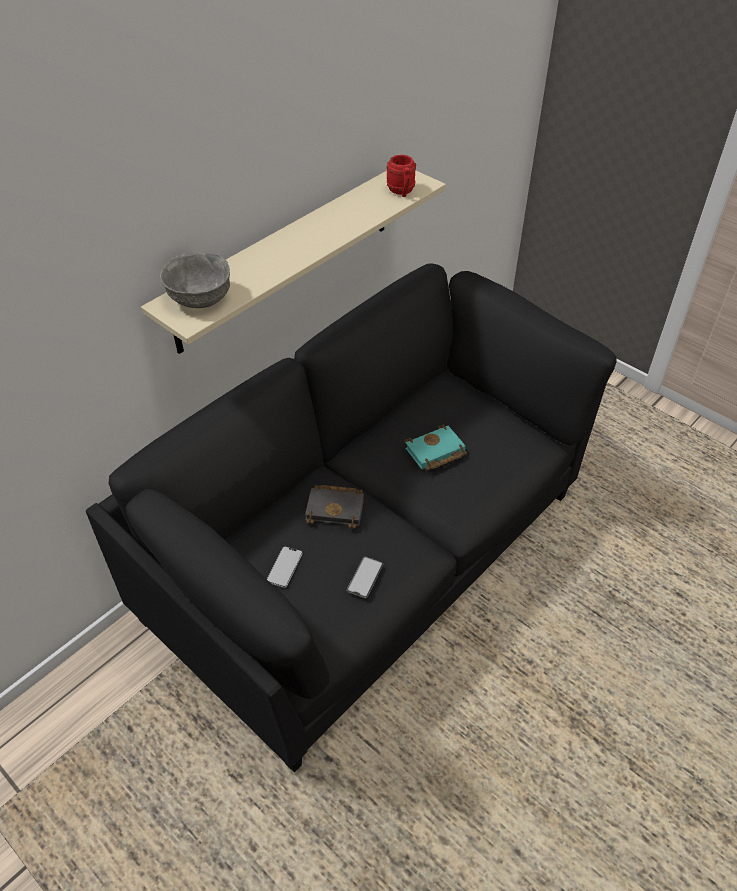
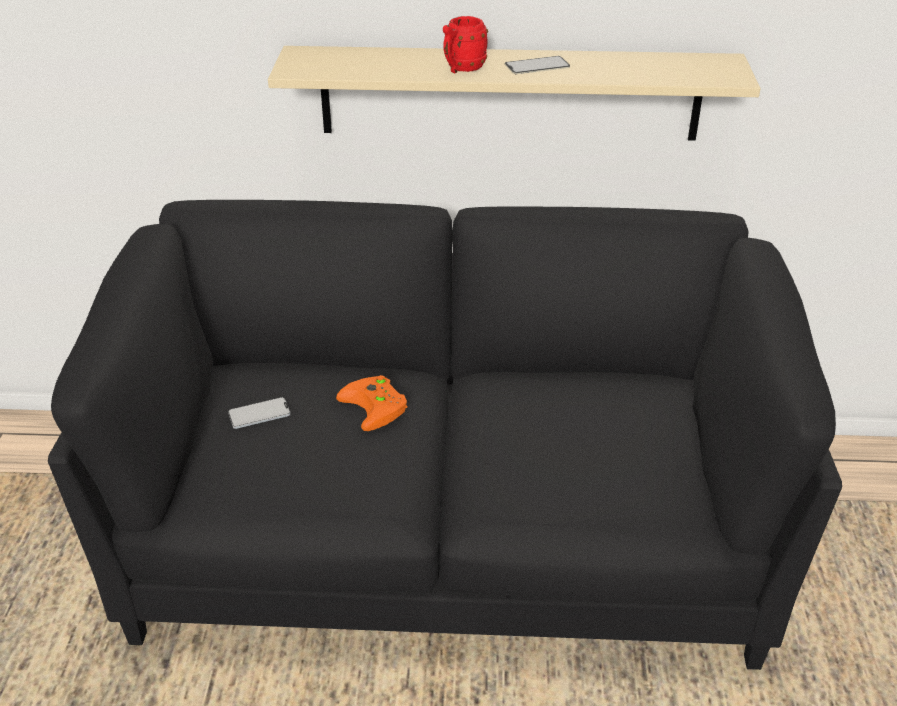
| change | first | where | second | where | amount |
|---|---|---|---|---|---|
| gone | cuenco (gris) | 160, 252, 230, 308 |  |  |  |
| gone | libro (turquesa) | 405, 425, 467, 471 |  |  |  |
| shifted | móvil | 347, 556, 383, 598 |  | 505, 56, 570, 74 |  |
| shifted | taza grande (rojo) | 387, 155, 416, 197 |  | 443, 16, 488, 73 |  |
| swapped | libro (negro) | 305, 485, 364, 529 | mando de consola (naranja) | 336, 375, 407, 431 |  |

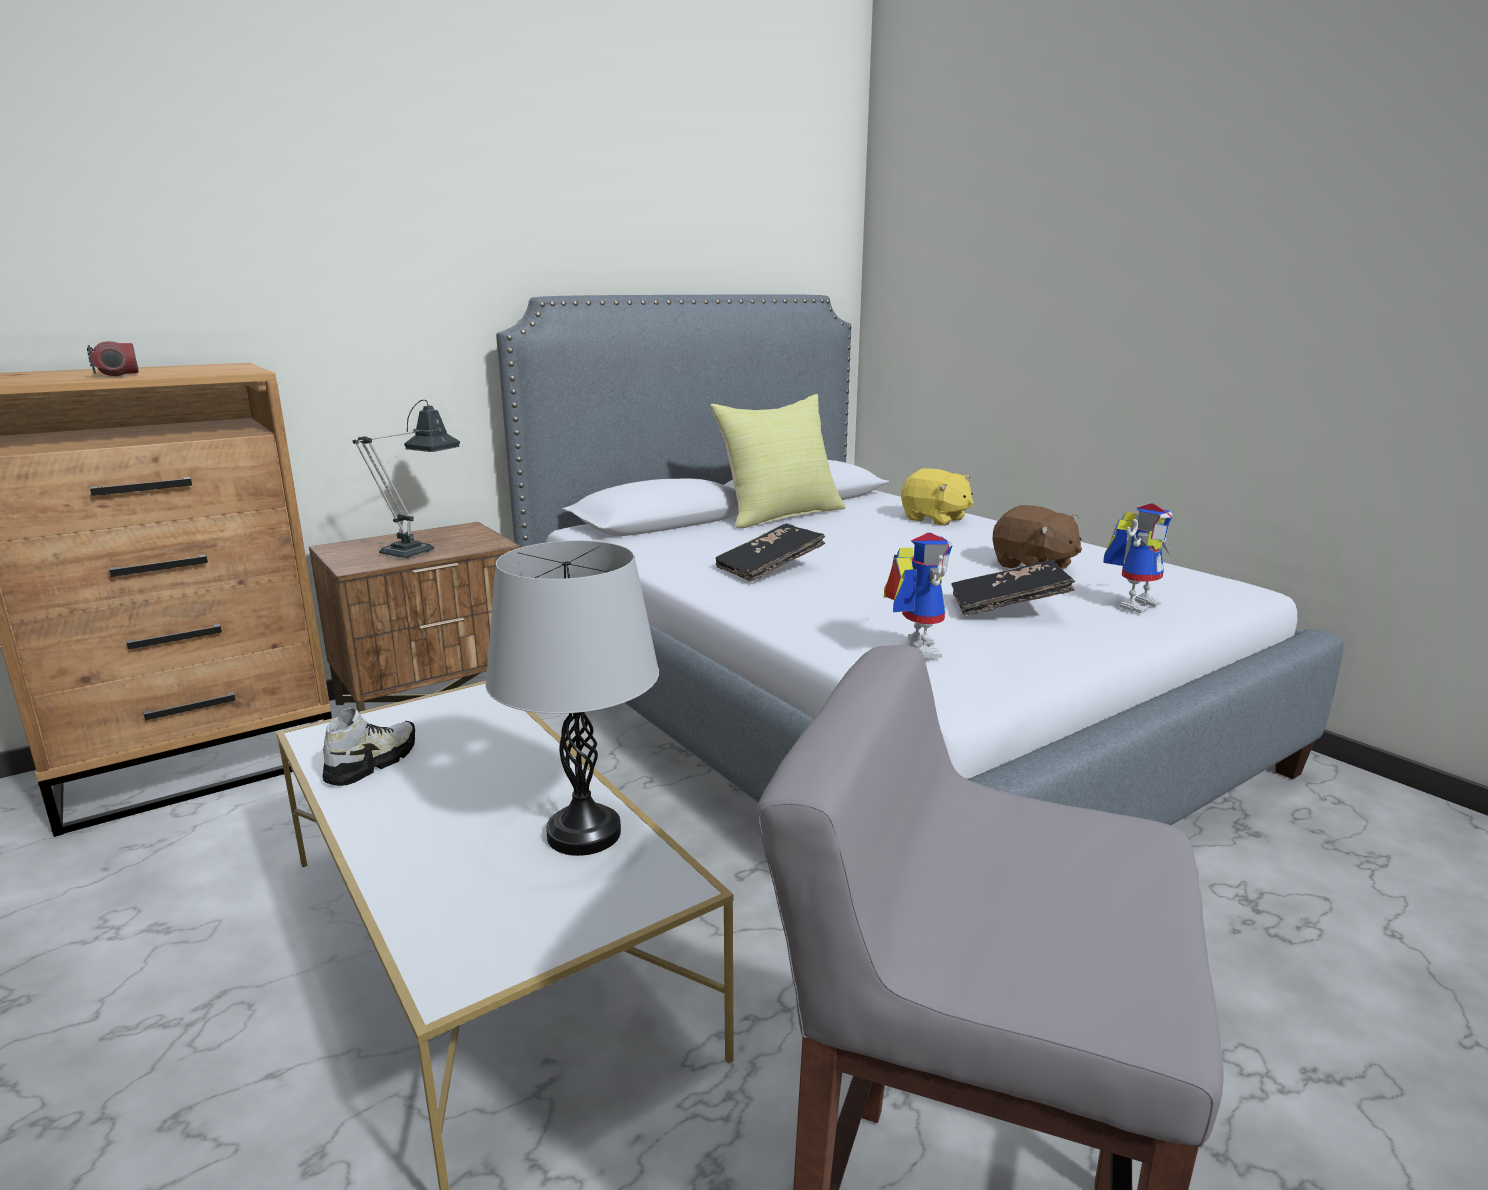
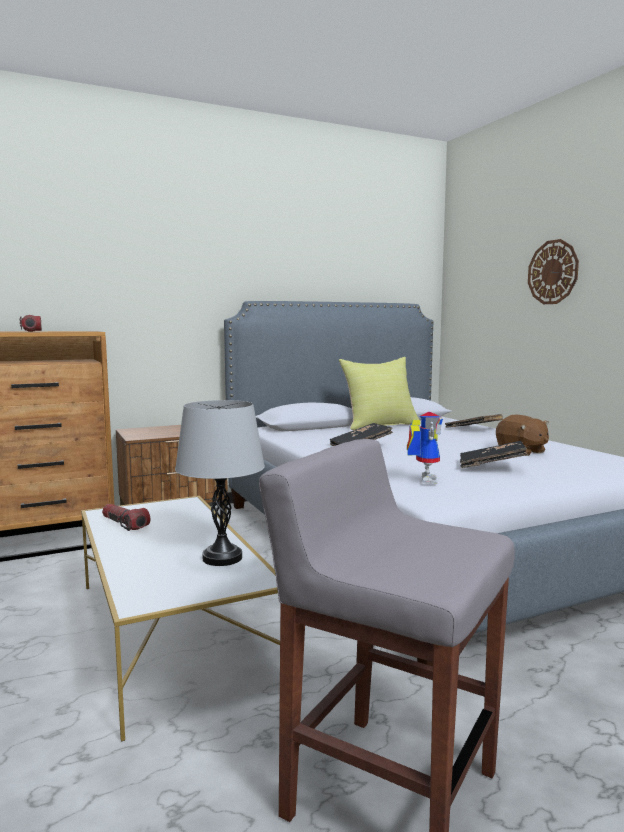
| change | first | where | second | where | amount |
|---|---|---|---|---|---|
| gone | lámpara de mesa | 353, 400, 460, 559 |  |  |  |
| gone | robot de juguete | 1103, 503, 1172, 613 |  |  |  |
| new |  |  | reloj de pared | 528, 239, 579, 304 |  |
| swapped | zapato | 323, 707, 415, 786 | linterna | 102, 504, 150, 531 |  |
| swapped | peluche (amarillo) | 901, 468, 974, 526 | libro (negro) | 445, 414, 503, 428 |  |

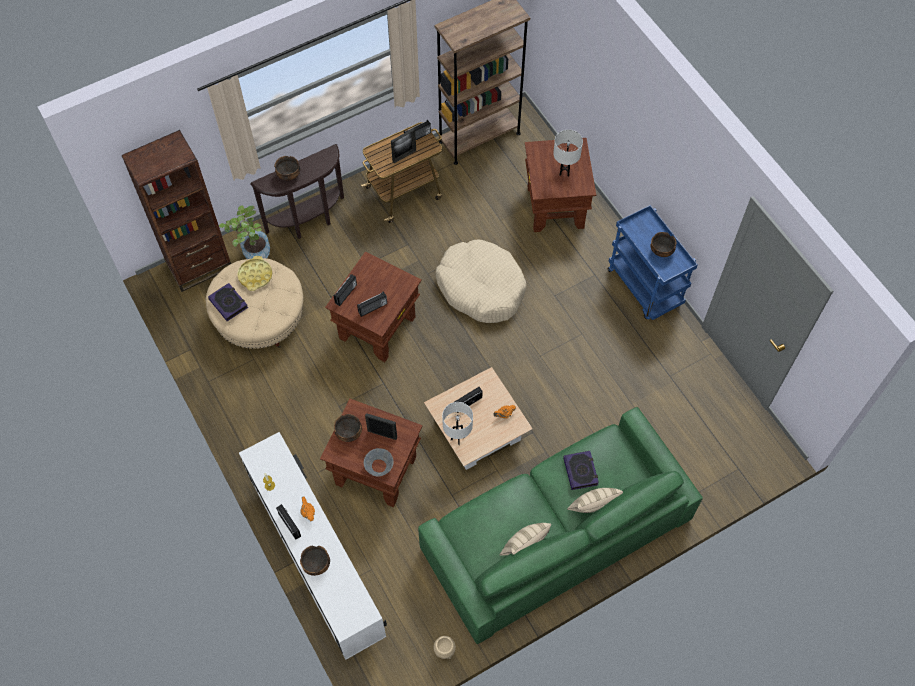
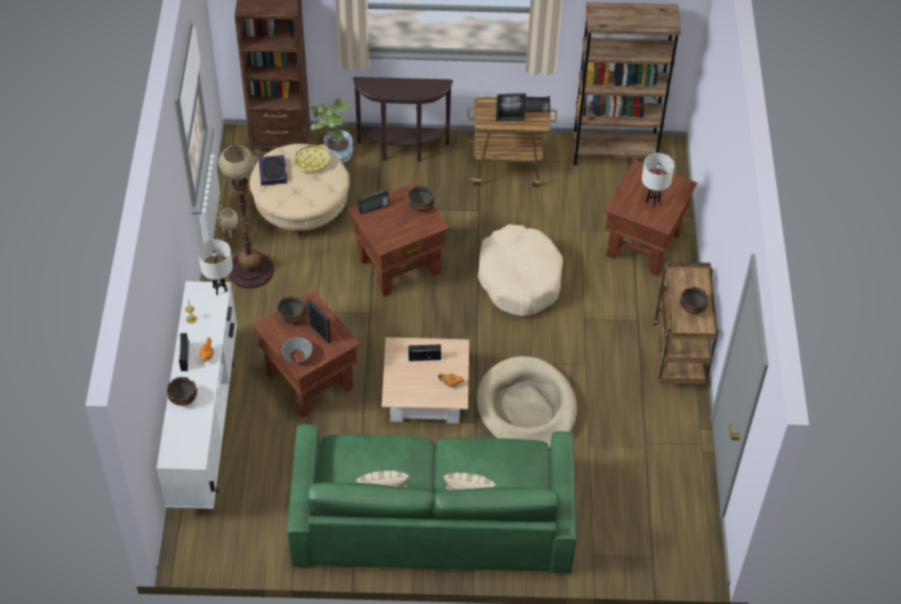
| change | first | where | second | where | amount |
|---|---|---|---|---|---|
| gone | radio | 357, 291, 387, 317 |  |  |  |
| gone | libro | 563, 451, 599, 490 |  |  |  |
| new |  |  | lámpara de pie | 218, 145, 274, 288 |  |
| new |  |  | cama para perro (beis) | 477, 356, 577, 450 |  |
| shifted | cuenco | 274, 156, 300, 181 |  | 408, 185, 434, 211 |  |
| shifted | maceta (beis) | 433, 636, 456, 659 |  | 218, 208, 238, 238 |  |
| shifted | lámpara de mesa (blanco) | 442, 402, 473, 445 |  | 198, 239, 233, 295 |  |
| repainted | carrito (azul) | 608, 205, 698, 320 | carrito (marrón) | 654, 262, 719, 384 |  |

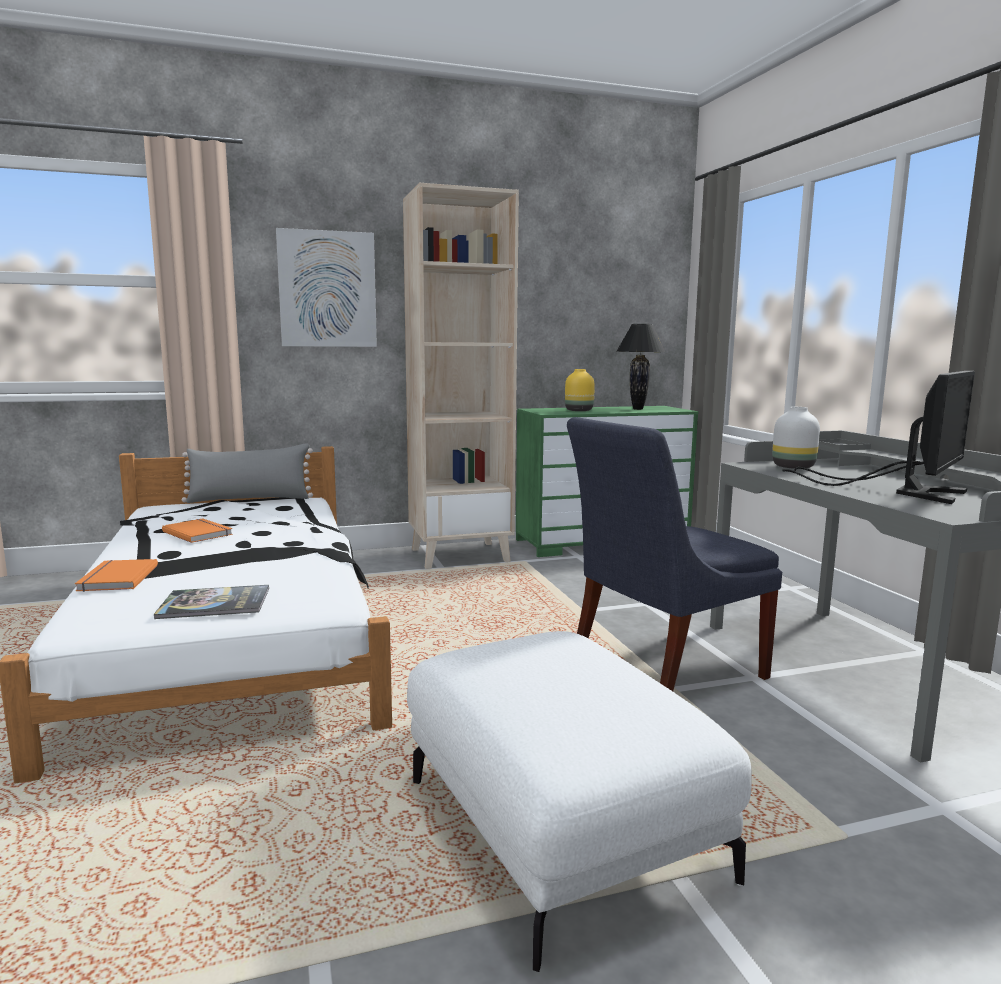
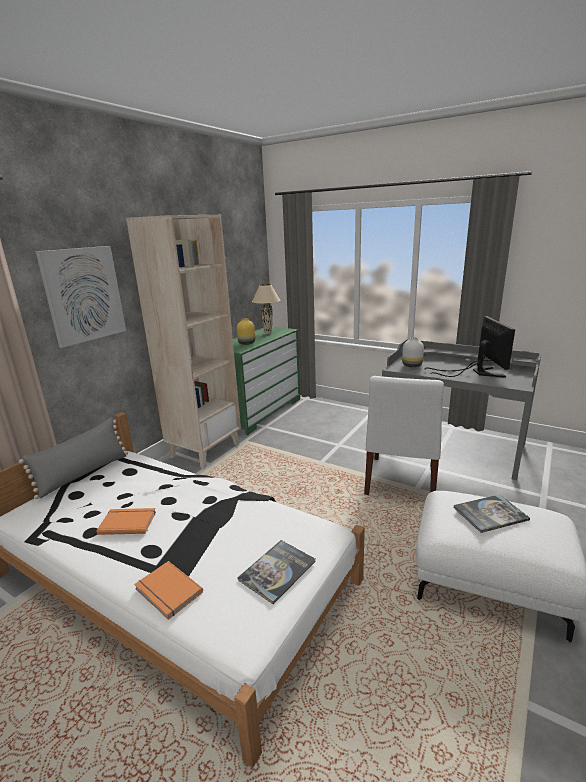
| change | first | where | second | where | amount |
|---|---|---|---|---|---|
| new |  |  | libro | 453, 494, 530, 533 |  |
| repainted | silla (azul) | 567, 417, 782, 691 | silla (blanco) | 364, 376, 444, 495 |  |
| repainted | lámpara de mesa (negro) | 616, 324, 666, 410 | lámpara de mesa (beis) | 252, 284, 280, 335 |  |

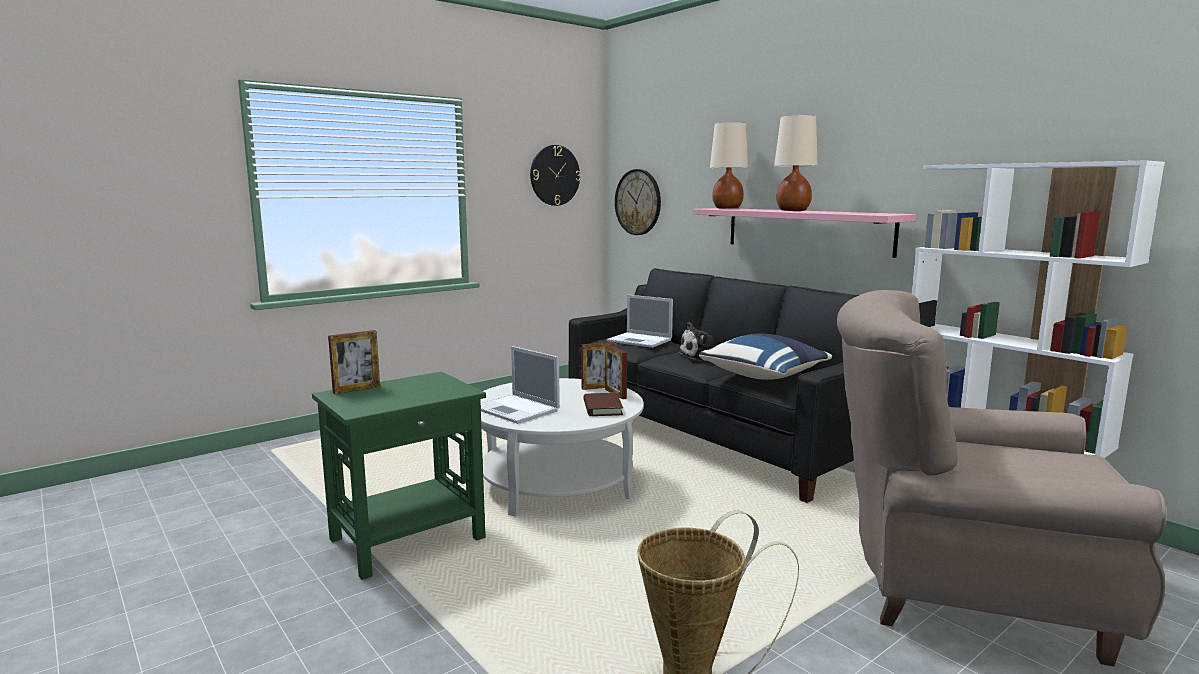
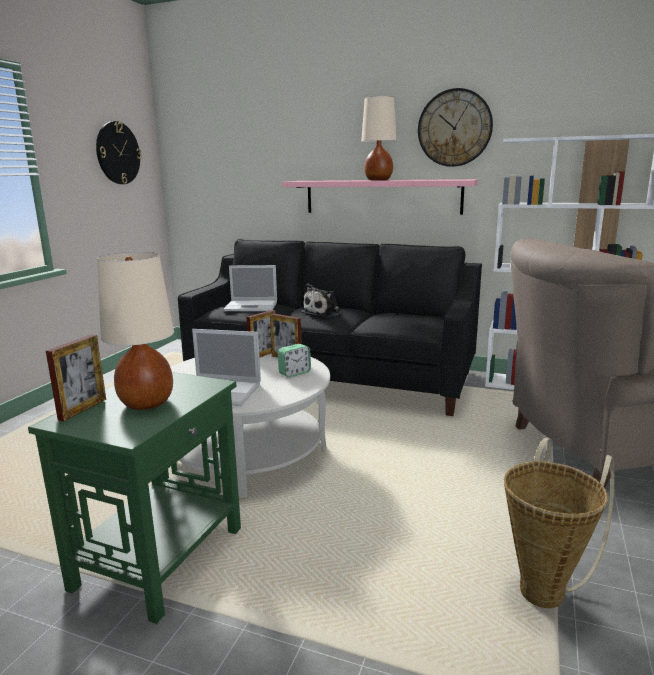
| change | first | where | second | where | amount |
|---|---|---|---|---|---|
| gone | cojín (azul) | 699, 334, 832, 380 |  |  |  |
| shifted | reloj de pared | 615, 169, 661, 235 |  | 418, 88, 493, 167 |  |
| shifted | lámpara de mesa (beis) | 710, 122, 748, 209 |  | 97, 252, 174, 410 |  |
| swapped | libro (marrón) | 583, 393, 623, 416 | despertador | 278, 344, 311, 377 |  |

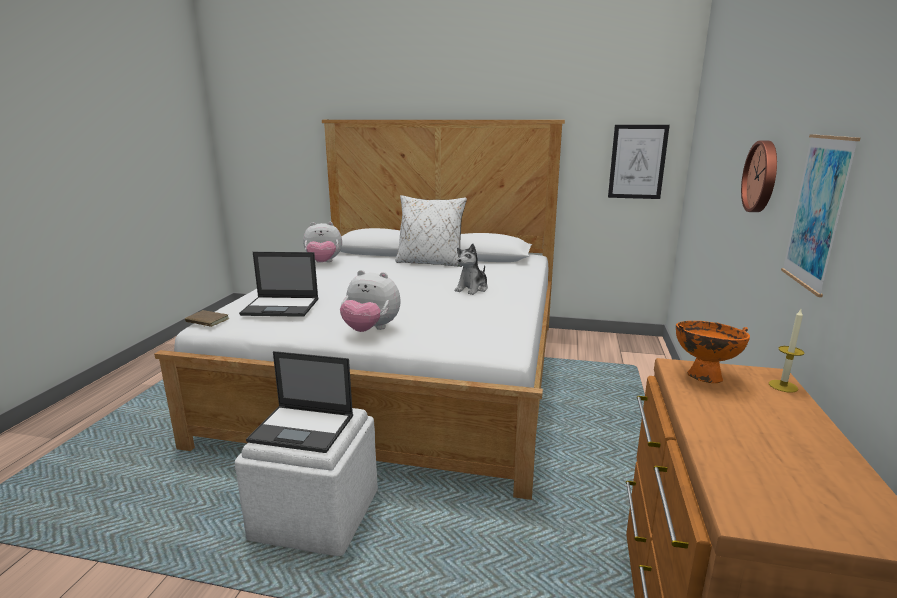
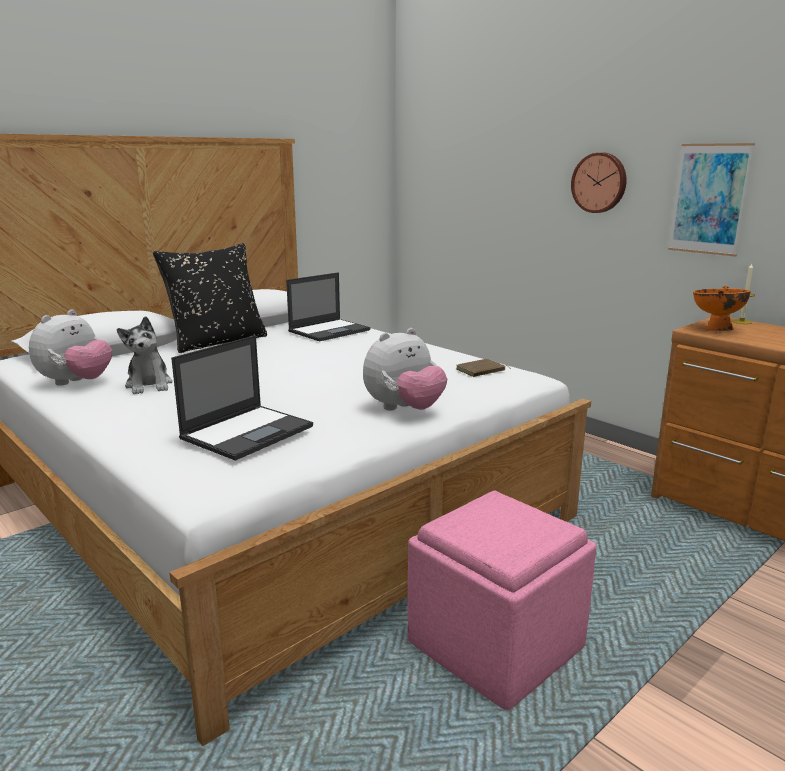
| change | first | where | second | where | amount |
|---|---|---|---|---|---|
| gone | cuadro | 608, 125, 670, 199 |  |  |  |
| shifted | libro (marrón) | 185, 310, 229, 327 |  | 456, 359, 511, 377 |  |
| shifted | portátil | 246, 351, 353, 453 |  | 286, 272, 370, 341 |  |
| shifted | peluche | 455, 244, 488, 295 |  | 117, 316, 172, 394 |  |
| repainted | puf (blanco) | 235, 408, 378, 556 | puf (rosa) | 407, 490, 596, 710 |  |
| repainted | cojín (blanco) | 396, 195, 467, 267 | cojín (negro) | 153, 243, 267, 353 |  |

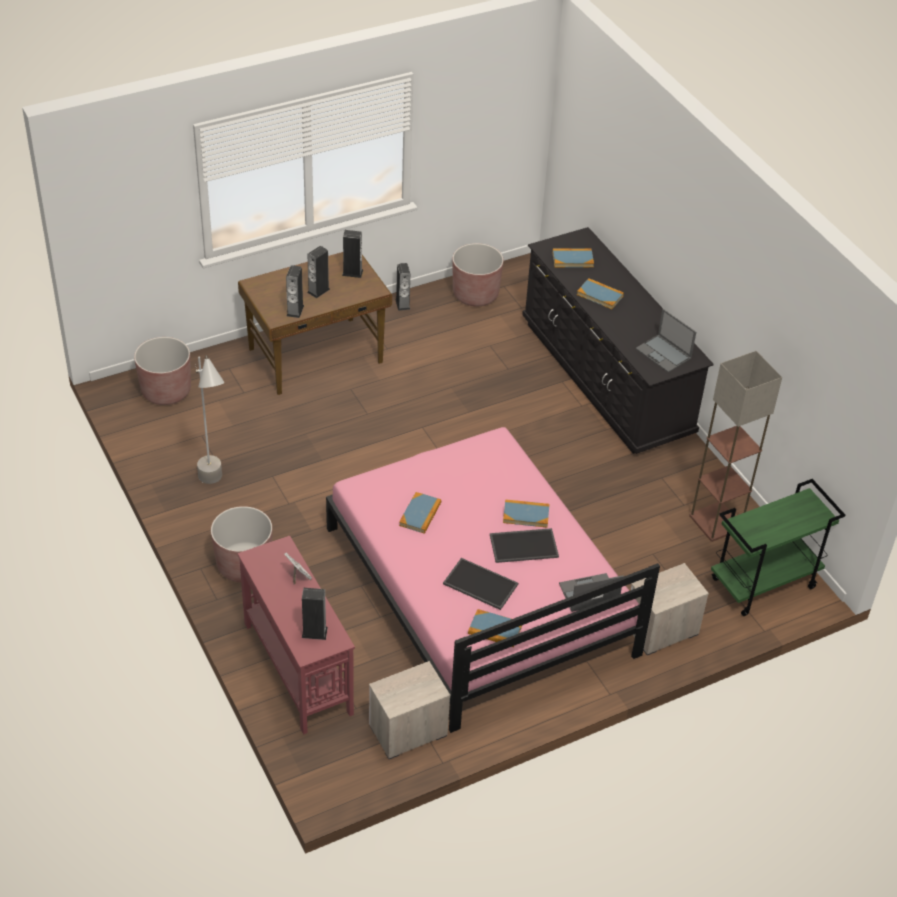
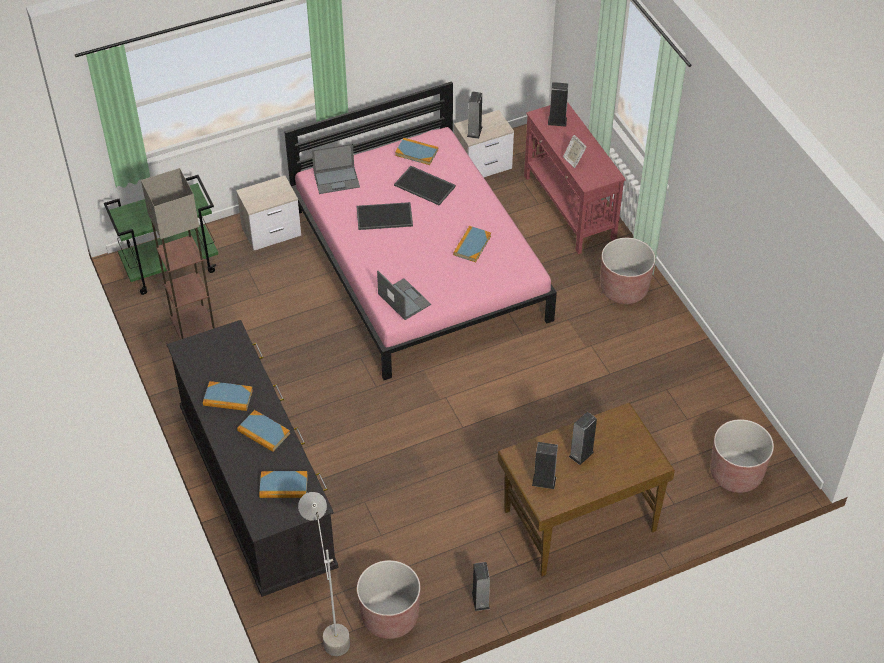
| change | first | where | second | where | amount |
|---|---|---|---|---|---|
| shifted | lámpara de pie (gris) | 195, 355, 225, 484 |  | 298, 492, 350, 656 |  |
| shifted | altavoz | 286, 265, 304, 318 |  | 467, 92, 482, 139 |  |
| shifted | libro | 503, 499, 550, 528 |  | 203, 381, 253, 411 |  |
| shifted | portátil | 636, 309, 696, 372 |  | 377, 271, 431, 320 |  |

